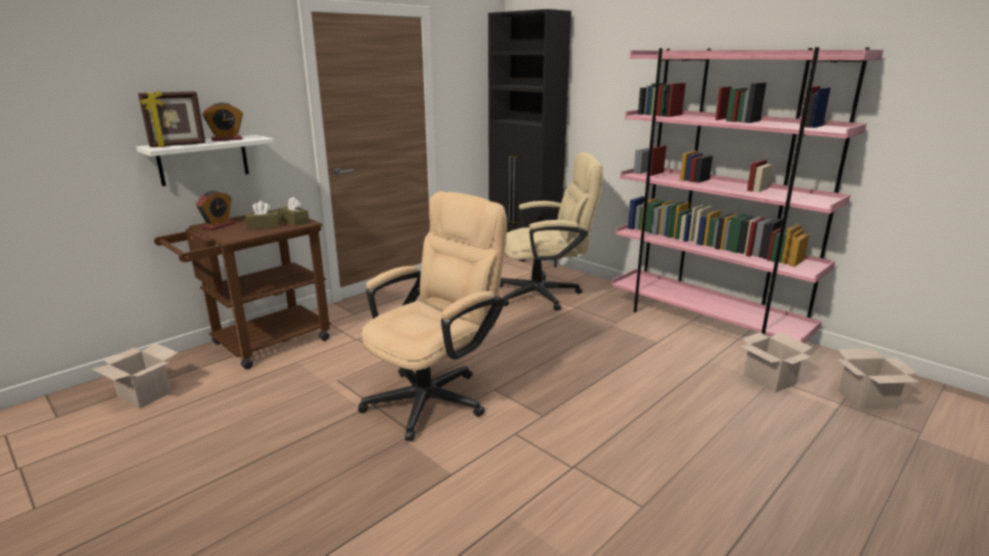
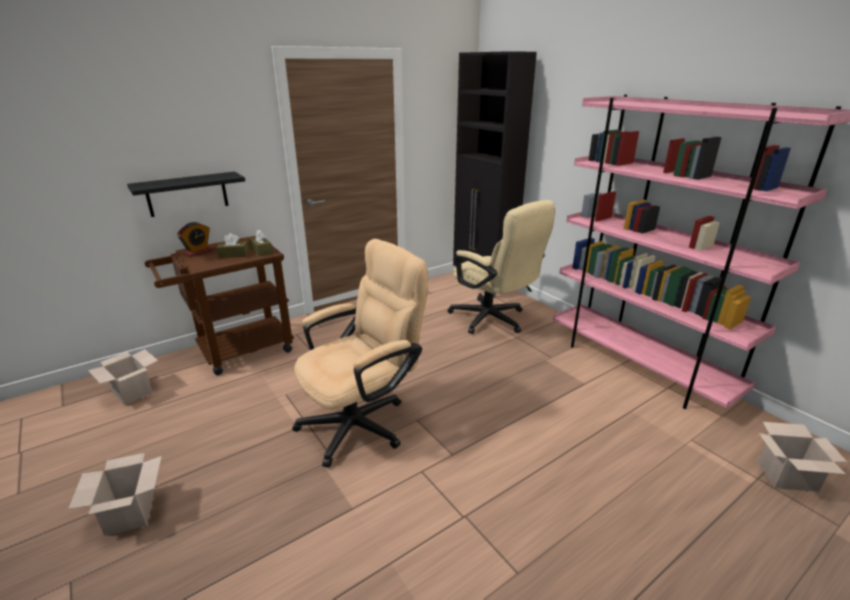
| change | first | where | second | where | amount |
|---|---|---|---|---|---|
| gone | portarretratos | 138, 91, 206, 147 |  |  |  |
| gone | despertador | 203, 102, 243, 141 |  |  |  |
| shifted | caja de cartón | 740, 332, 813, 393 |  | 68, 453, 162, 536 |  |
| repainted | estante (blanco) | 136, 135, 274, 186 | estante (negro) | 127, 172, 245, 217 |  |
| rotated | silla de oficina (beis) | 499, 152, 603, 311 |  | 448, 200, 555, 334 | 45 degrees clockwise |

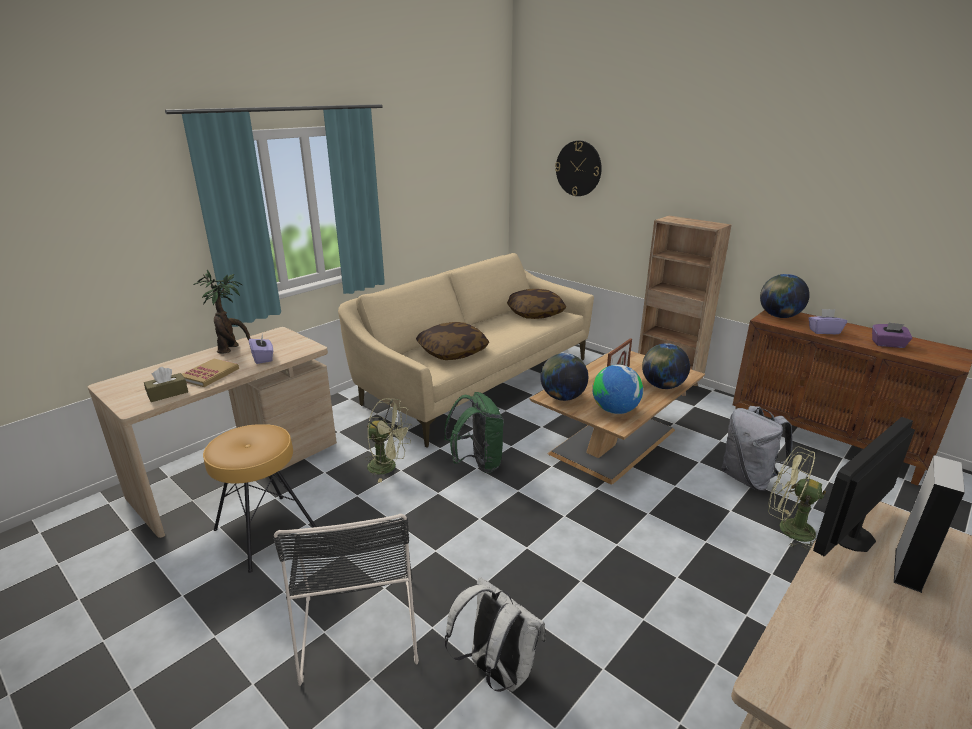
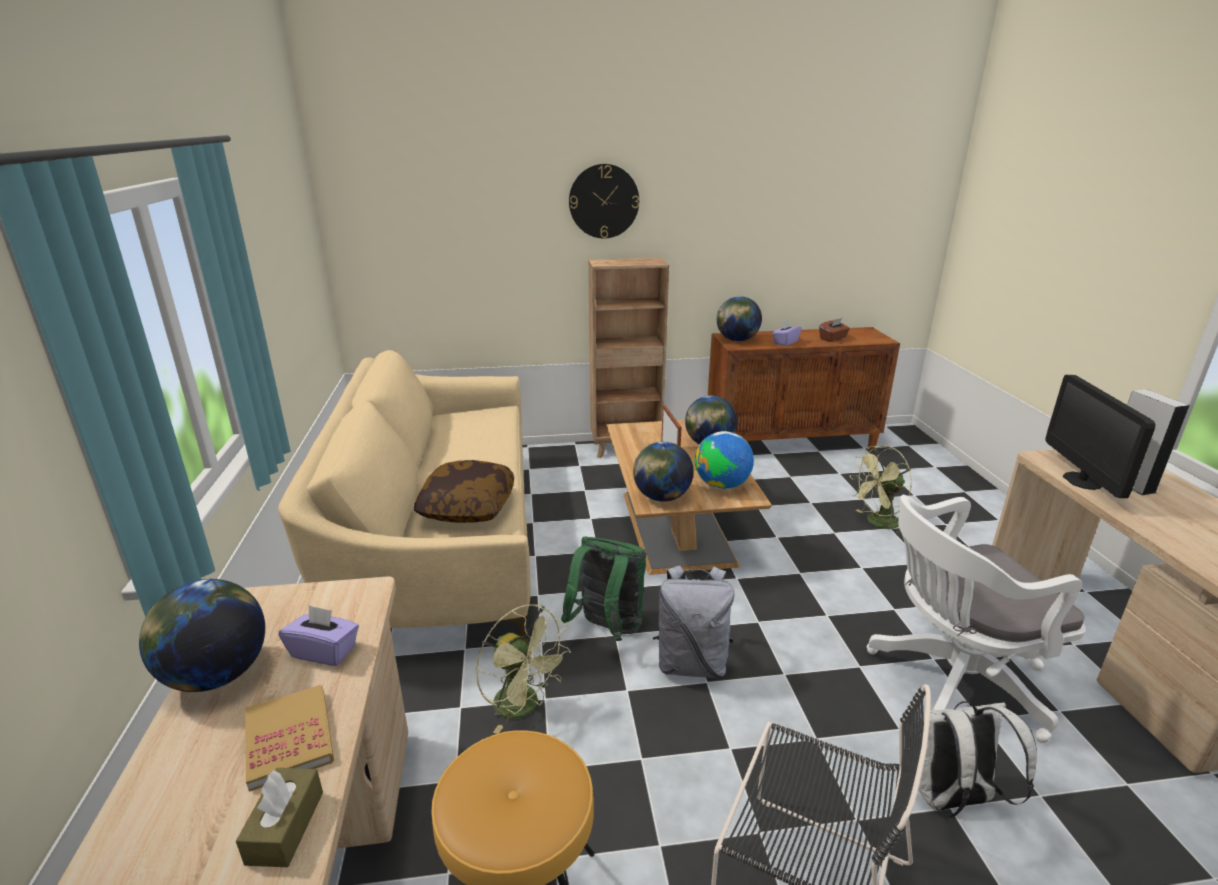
| change | first | where | second | where | amount |
|---|---|---|---|---|---|
| gone | cojín | 507, 289, 566, 319 |  |  |  |
| new |  |  | silla de oficina (blanco) | 866, 495, 1086, 743 |  |
| shifted | reloj de pared | 555, 141, 602, 196 |  | 569, 164, 639, 239 |  |
| shifted | mochila (gris) | 721, 406, 793, 491 |  | 653, 565, 734, 678 |  |
| swapped | planta en maceta | 193, 270, 251, 354 | globo terráqueo | 139, 579, 265, 692 |  |
| repainted | caja de pañuelos (morado) | 872, 323, 913, 348 | caja de pañuelos (marrón) | 819, 318, 850, 342 |  |
| rotated | ventilador (verde) | 365, 398, 412, 483 |  | 476, 604, 571, 734 | 75 degrees clockwise |

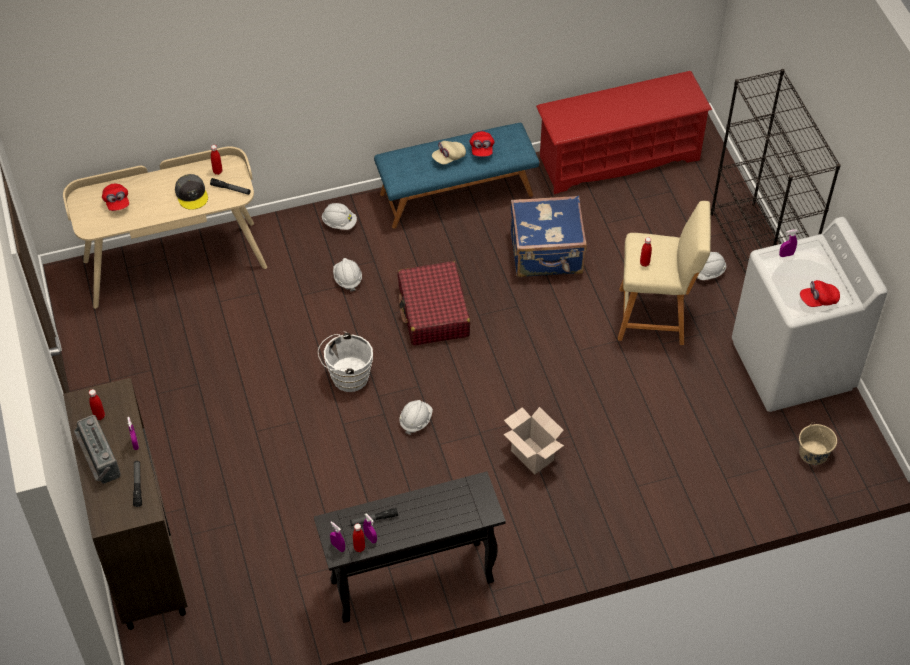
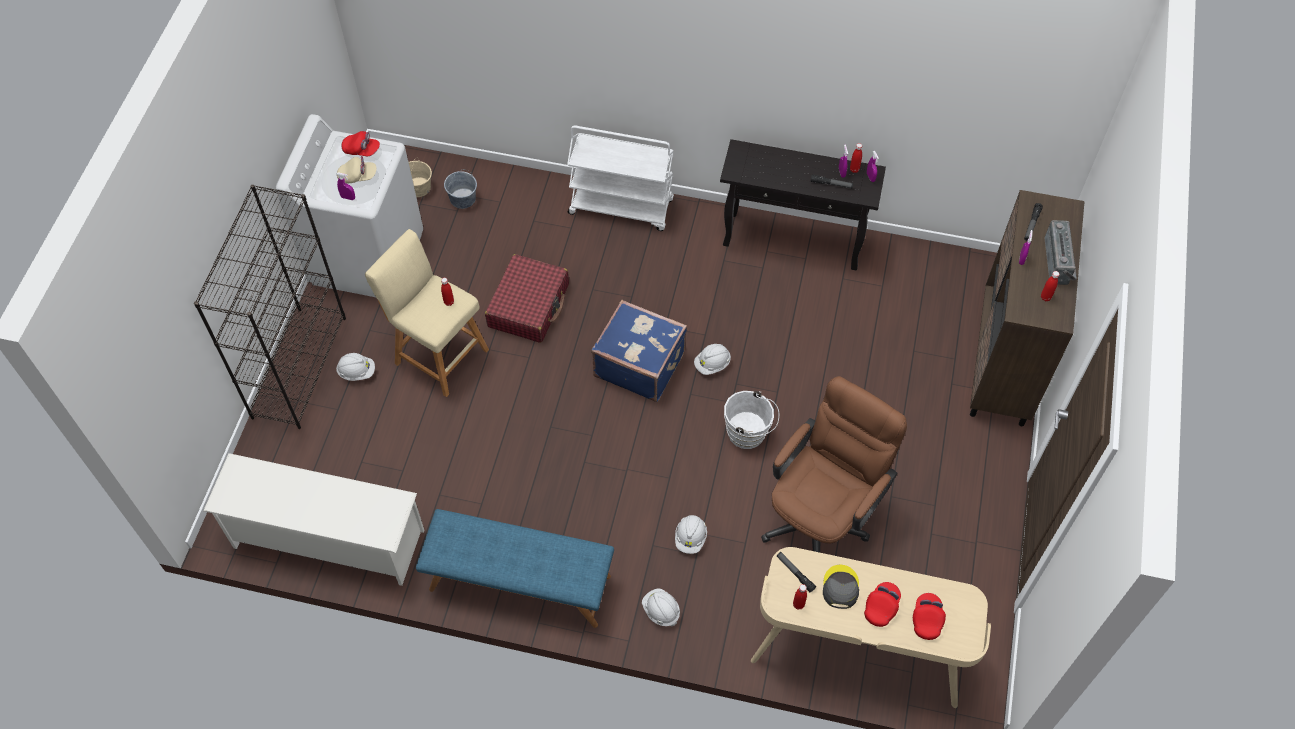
| change | first | where | second | where | amount |
|---|---|---|---|---|---|
| gone | caja de cartón | 503, 407, 564, 474 |  |  |  |
| new |  |  | cubo (gris) | 444, 170, 477, 209 |  |
| new |  |  | carrito (blanco) | 567, 125, 674, 231 |  |
| new |  |  | silla de oficina (marrón) | 761, 376, 907, 553 |  |
| shifted | maleta (rojo) | 398, 261, 470, 346 |  | 485, 254, 569, 343 |  |
| shifted | gorra (beis) | 432, 141, 466, 165 |  | 337, 156, 376, 184 |  |
| shifted | gorra (rojo) | 470, 131, 495, 157 |  | 864, 582, 901, 627 |  |
| shifted | maleta (azul) | 511, 195, 587, 278 |  | 591, 300, 687, 402 |  |
| repainted | zapatero (rojo) | 536, 71, 712, 194 | zapatero (blanco) | 203, 453, 425, 586 |  |

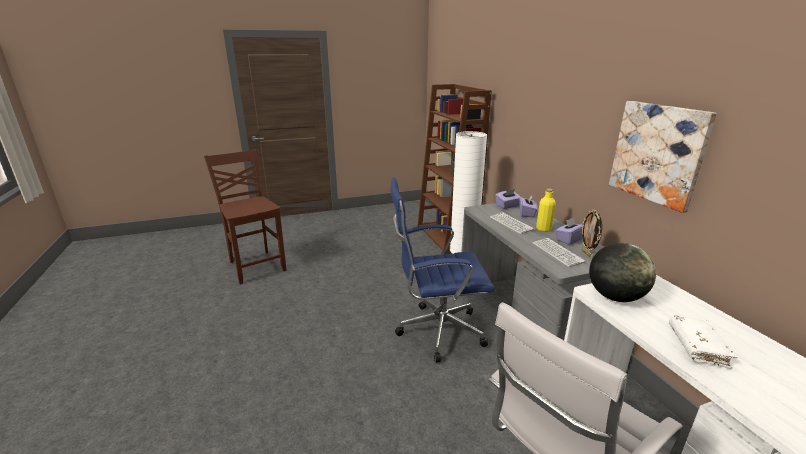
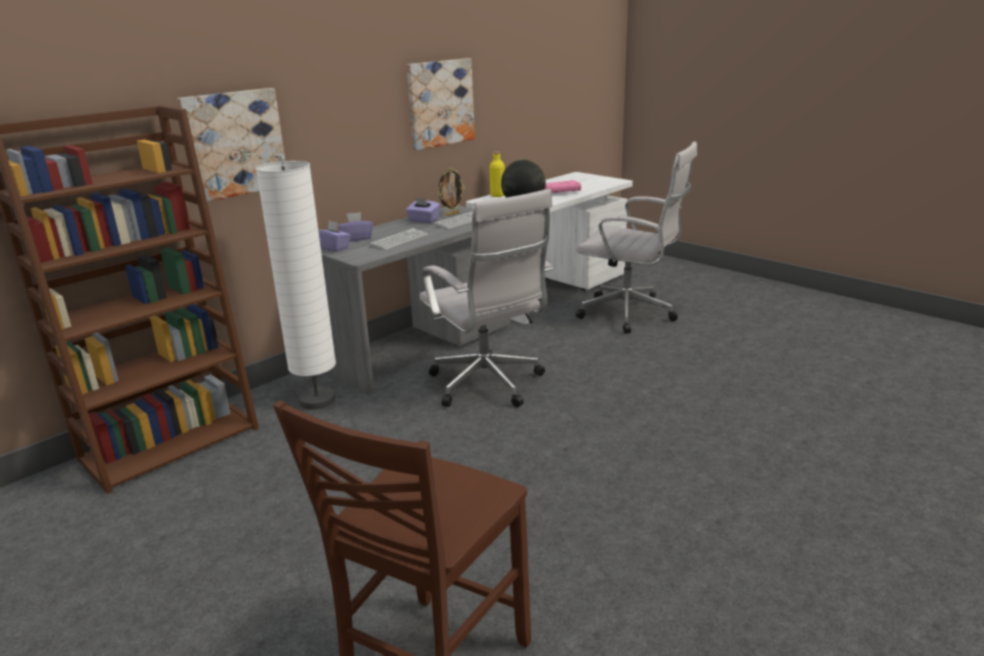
| change | first | where | second | where | amount |
|---|---|---|---|---|---|
| new |  |  | cuadro | 177, 88, 285, 202 |  |
| shifted | botella (amarillo) | 536, 189, 556, 232 |  | 489, 151, 505, 197 |  |
| repainted | silla de oficina (azul) | 391, 177, 495, 363 | silla de oficina (blanco) | 419, 189, 553, 407 |  |
| repainted | libro (blanco) | 669, 316, 738, 369 | libro (rosa) | 545, 180, 581, 193 |  |

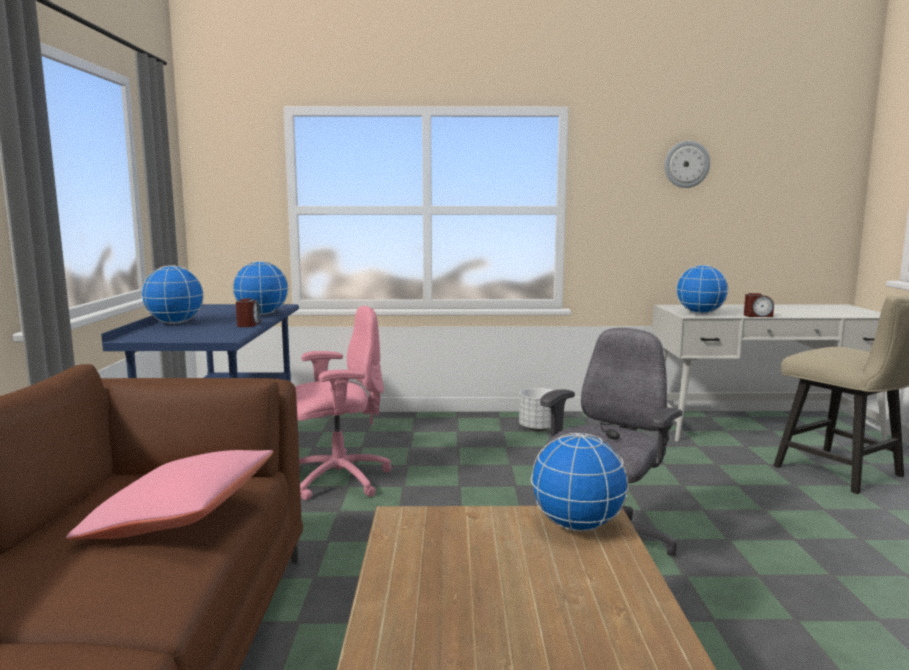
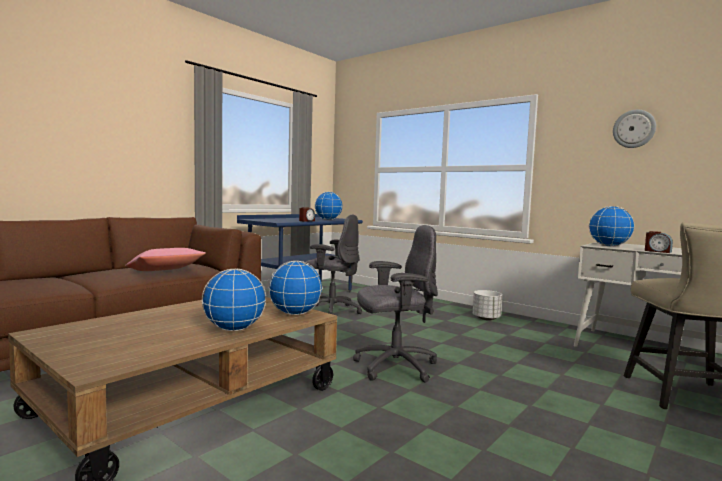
| change | first | where | second | where | amount |
|---|---|---|---|---|---|
| shifted | globo terráqueo | 141, 265, 204, 324 |  | 202, 269, 266, 331 |  |
| repainted | silla de oficina (rosa) | 295, 306, 391, 500 | silla de oficina (gris) | 306, 214, 362, 315 |  |

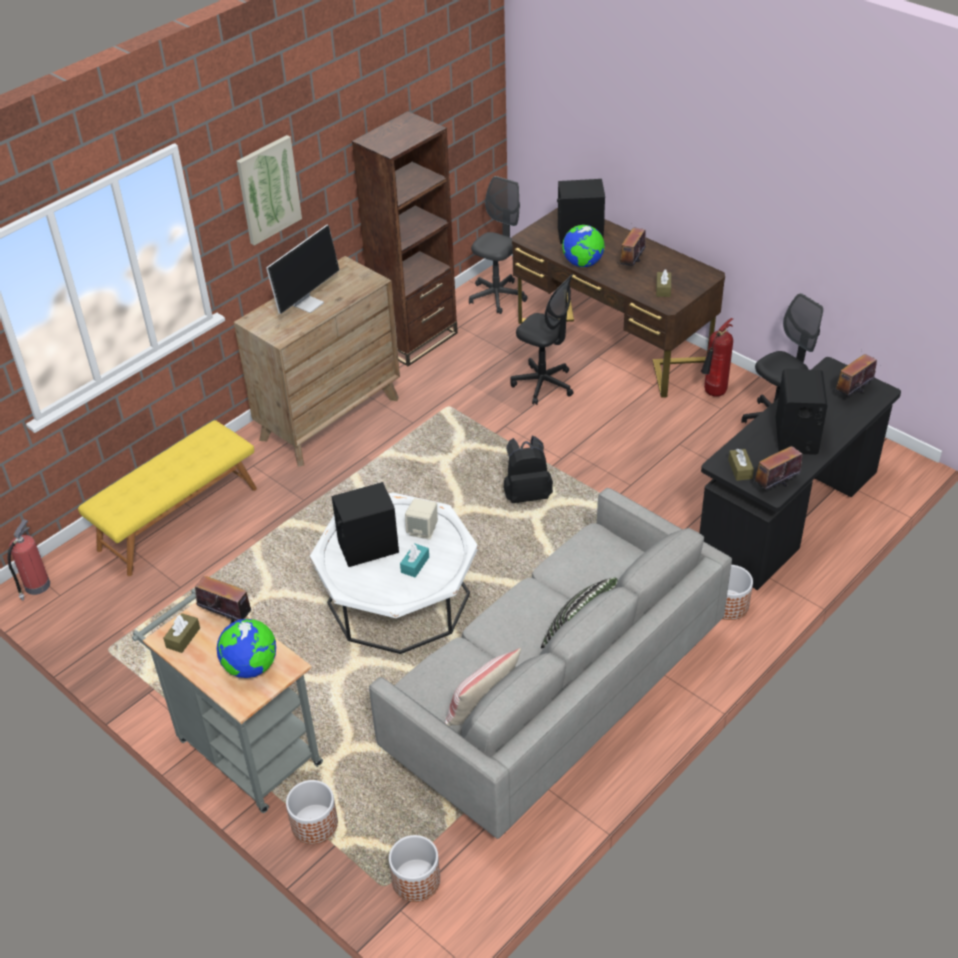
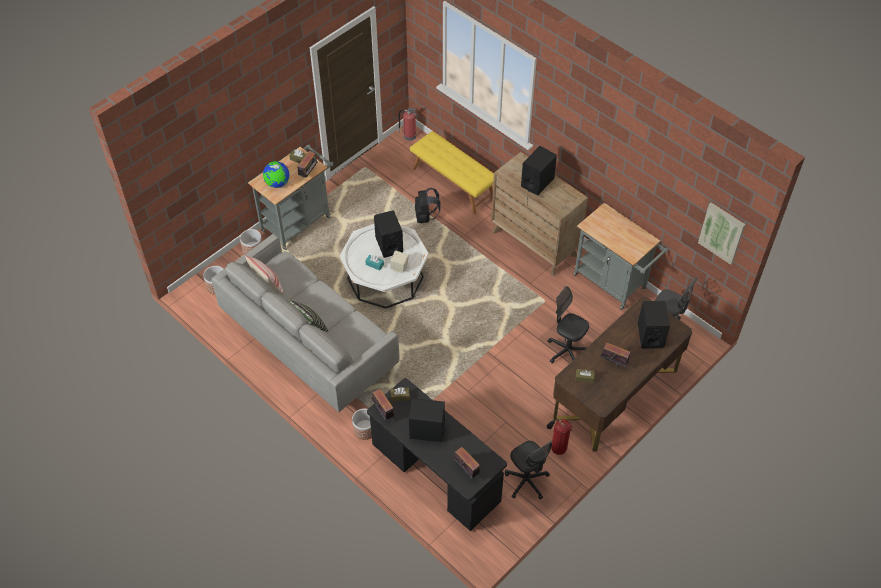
| change | first | where | second | where | amount |
|---|---|---|---|---|---|
| gone | globo terráqueo | 562, 225, 605, 267 |  |  |  |
| shifted | cuadro | 236, 135, 302, 246 |  | 698, 203, 746, 265 |  |
| shifted | mochila (negro) | 504, 435, 553, 503 |  | 415, 188, 441, 223 |  |
| swapped | monitor | 266, 225, 339, 314 | altavoz (negro) | 521, 146, 557, 196 |  |
| swapped | estantería (marrón) | 352, 111, 458, 366 | carrito (gris) | 573, 203, 668, 310 |  |
| rotated | silla de oficina (negro) | 510, 275, 574, 405 |  | 548, 286, 589, 363 | 90 degrees clockwise |

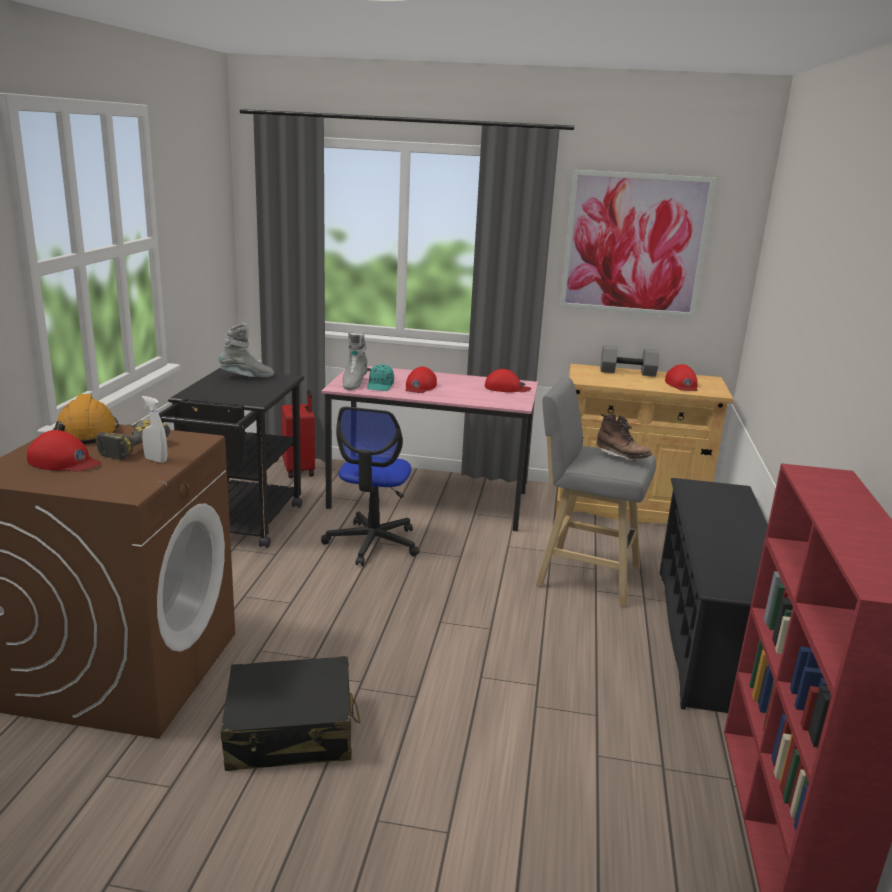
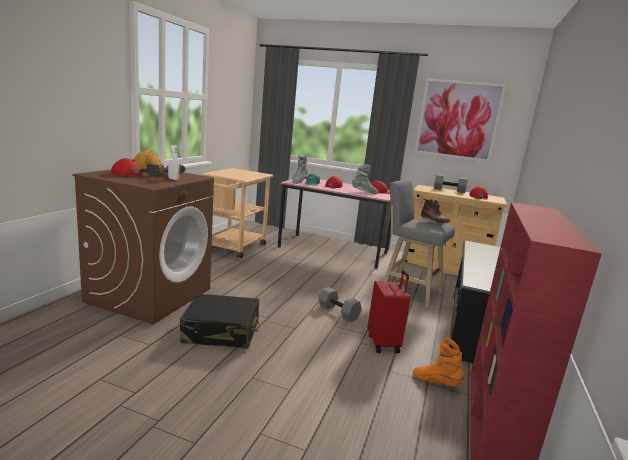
| change | first | where | second | where | amount |
|---|---|---|---|---|---|
| gone | silla de oficina | 321, 406, 420, 566 |  |  |  |
| new |  |  | mancuerna (gris) | 318, 287, 362, 322 |  |
| new |  |  | bota (naranja) | 413, 337, 464, 387 |  |
| shifted | bota (gris) | 219, 323, 274, 378 |  | 352, 164, 379, 194 |  |
| shifted | maleta (rojo) | 281, 390, 315, 478 |  | 368, 270, 411, 353 |  |
| repainted | carrito (negro) | 158, 368, 304, 548 | carrito (beis) | 201, 168, 273, 258 |  |

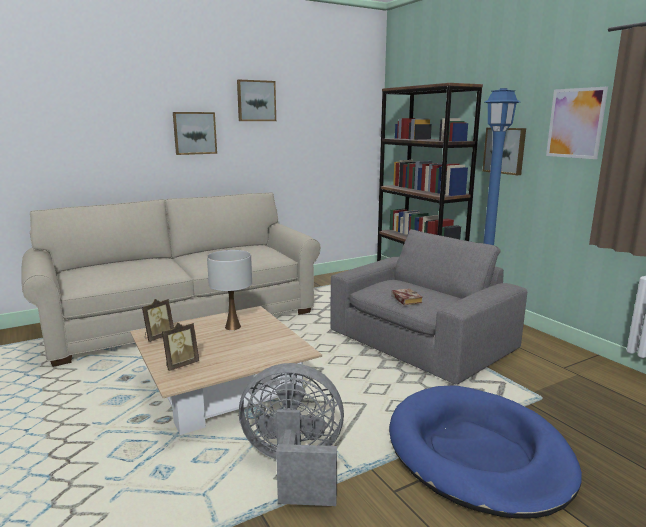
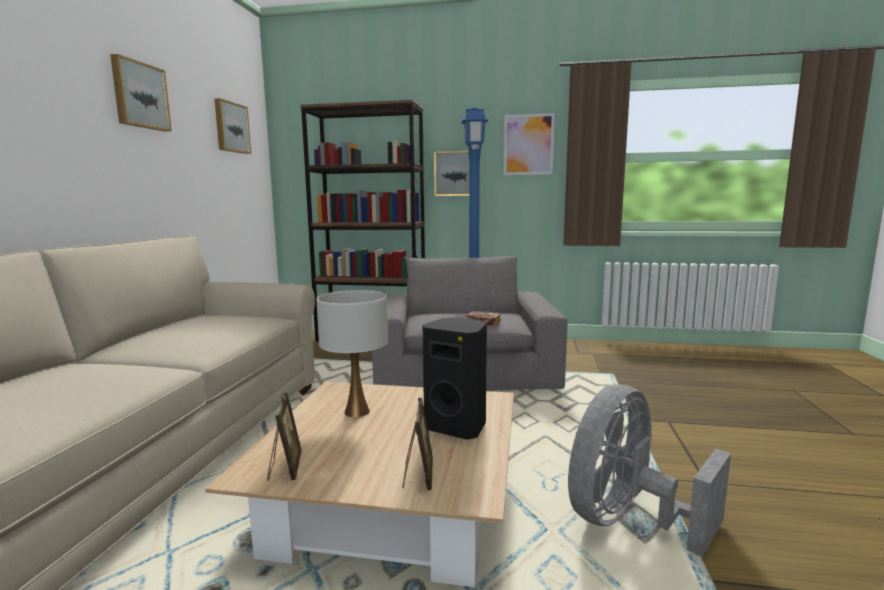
| change | first | where | second | where | amount |
|---|---|---|---|---|---|
| gone | cama para perro (azul) | 389, 385, 582, 518 |  |  |  |
| new |  |  | altavoz (negro) | 423, 318, 487, 440 |  |
| shifted | cuadro | 173, 112, 217, 155 |  | 215, 98, 251, 154 |  |

